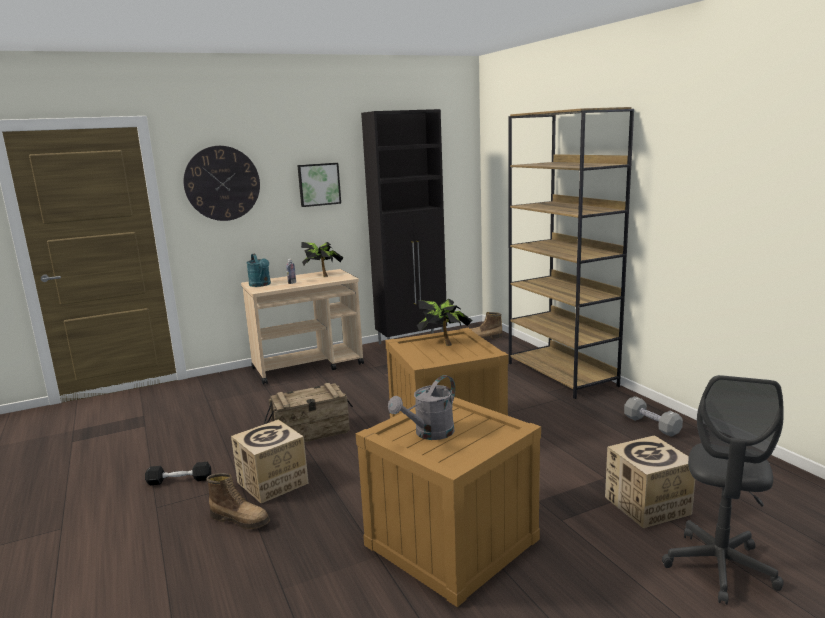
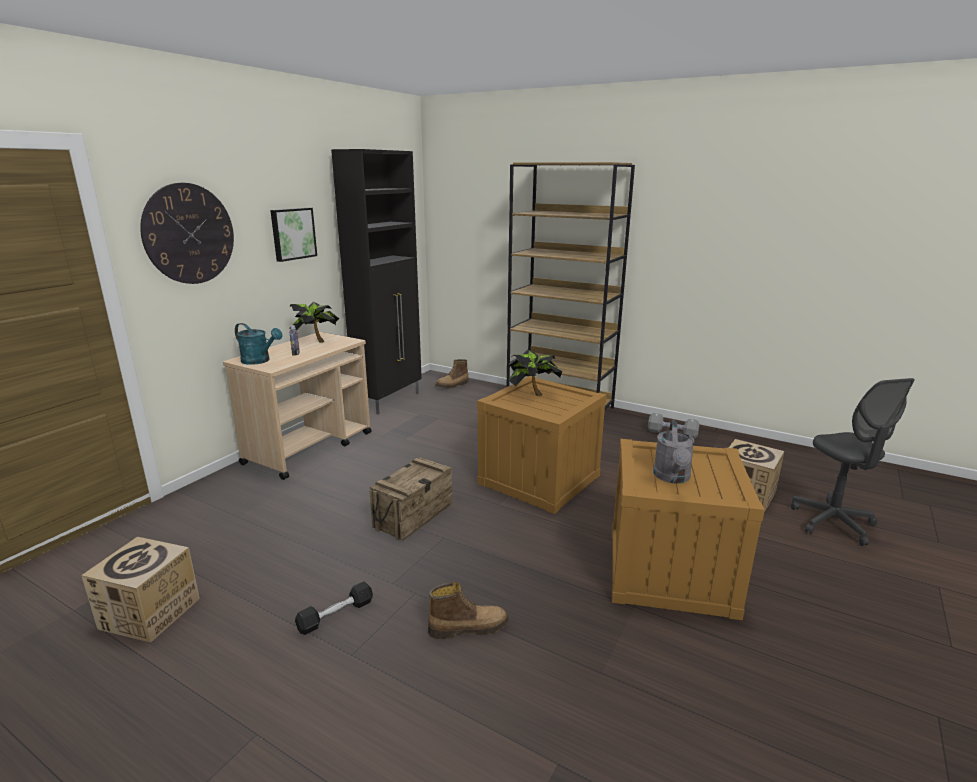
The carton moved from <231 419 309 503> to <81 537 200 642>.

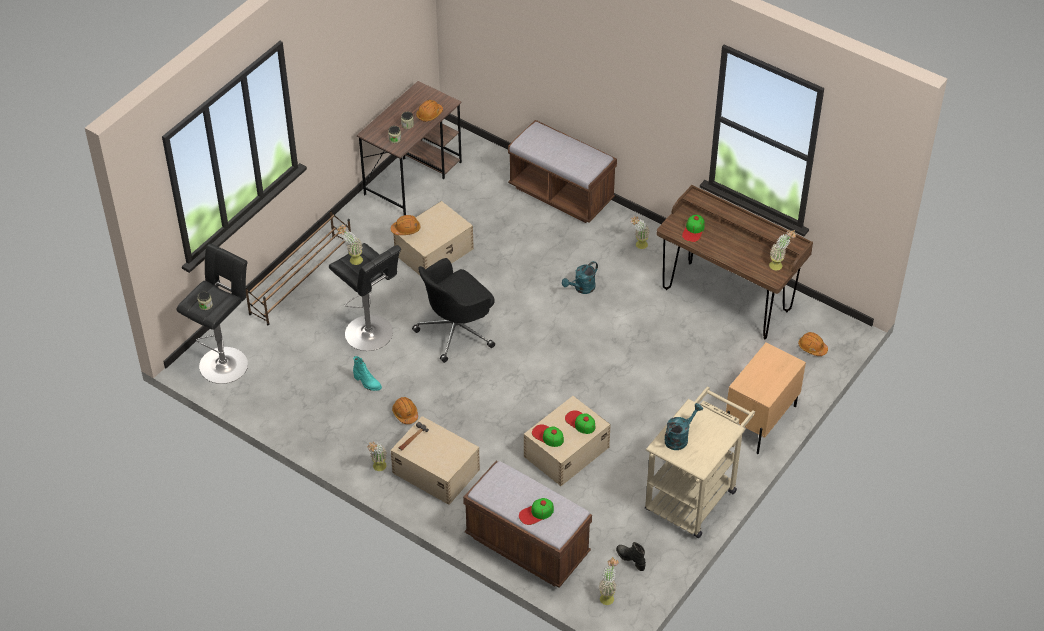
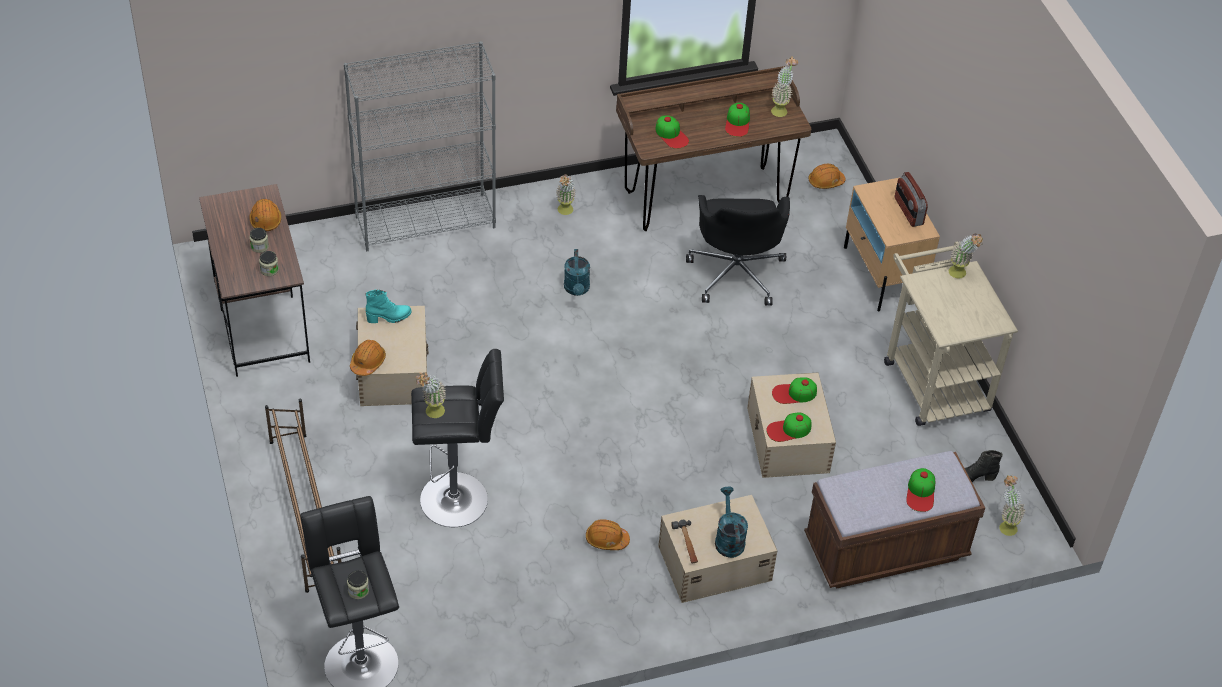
The turquoise tall boot moved from <353 356 382 391> to <366 290 412 323>. The houseplant moved from <367 441 387 471> to <948 234 983 279>. The blackish desk chair moved from <412 258 495 363> to <686 195 790 306>. The brownish bench at <508 120 617 223> was replaced by the greyish shelving unit at <344 41 496 251>. The turquoise watering can moved from <665 403 703 450> to <715 487 748 558>. The cap at <725 103 750 137> appeared. The radio receiver at <895 172 928 227> appeared.

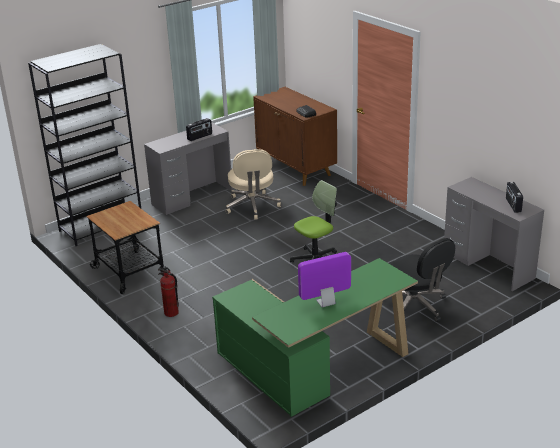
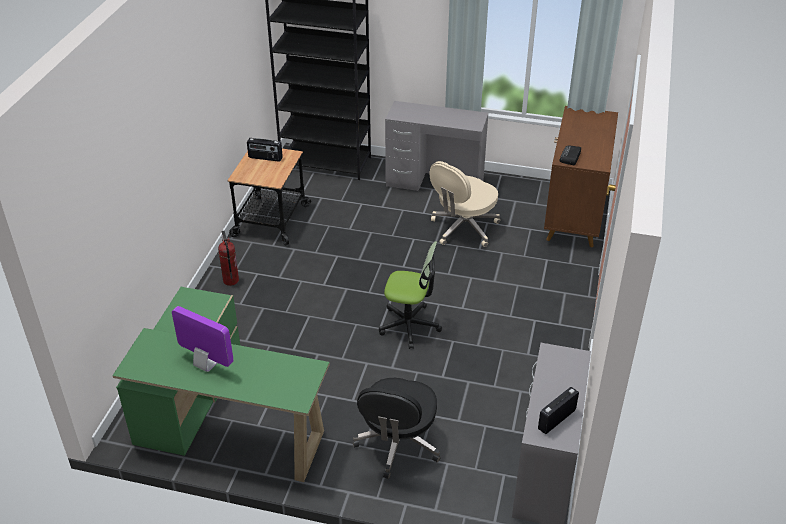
The radio receiver moved from <186 118 212 141> to <247 138 283 162>.

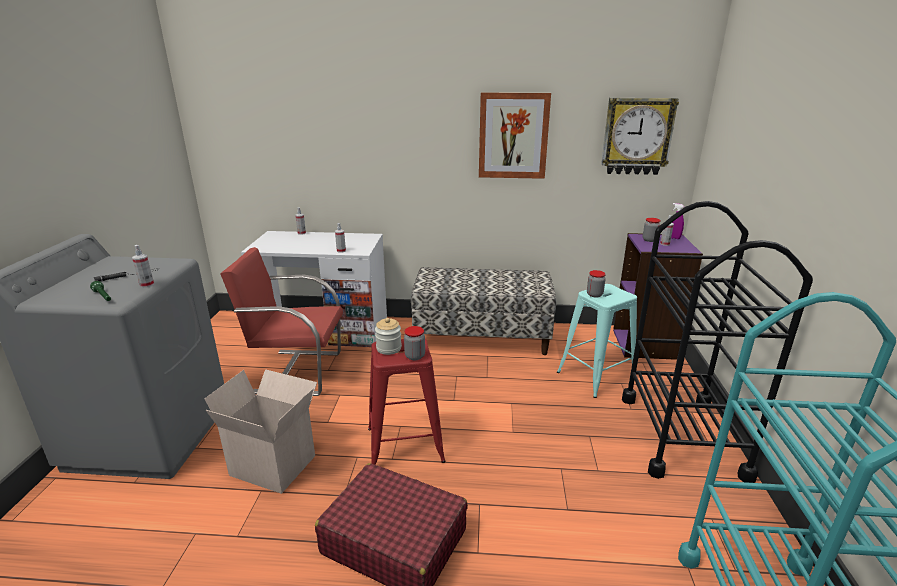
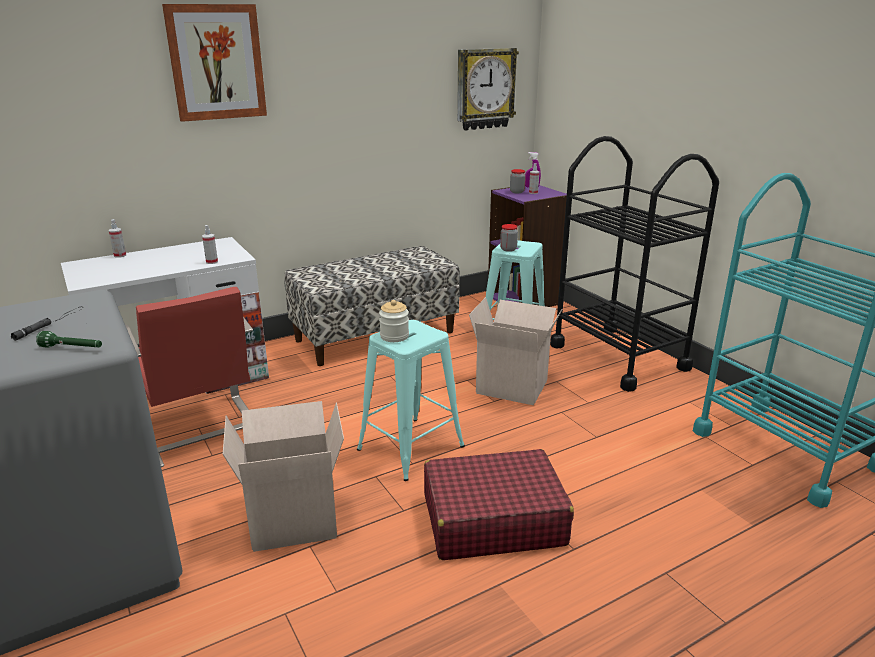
The sprayer at <132 245 154 288> disappeared. The red-coloured plain chair at <220 247 343 396> turned 90 degrees counterclockwise. The red-coloured sitting stool at <368 339 446 465> became the turquoise sitting stool at <357 320 465 481>. The jar at <404 326 425 360> disappeared. The wall art moved from <479 92 551 179> to <162 4 267 122>. The carton at <469 297 562 405> appeared.

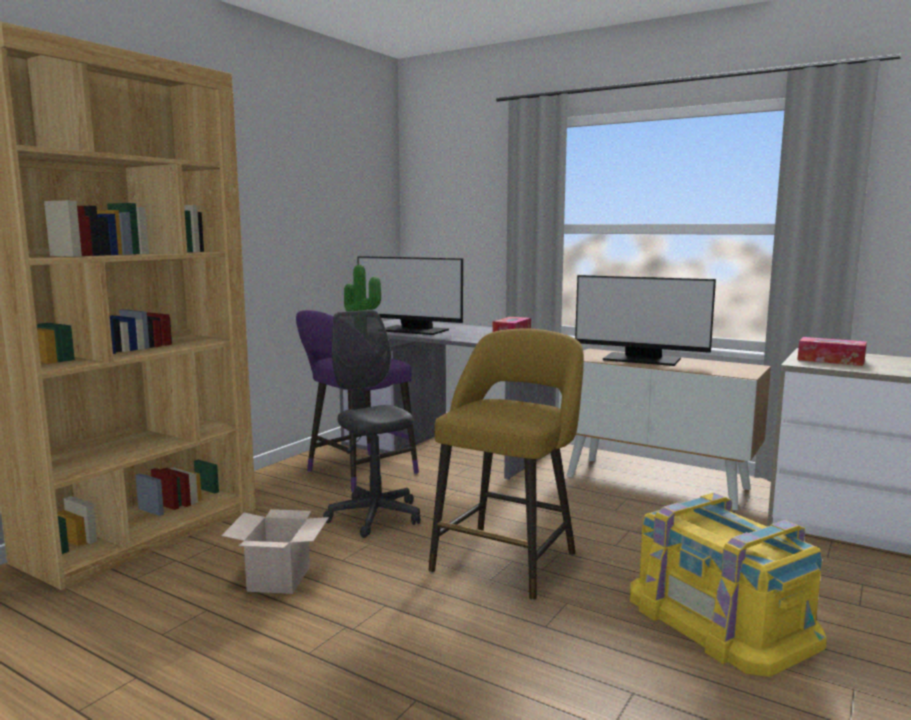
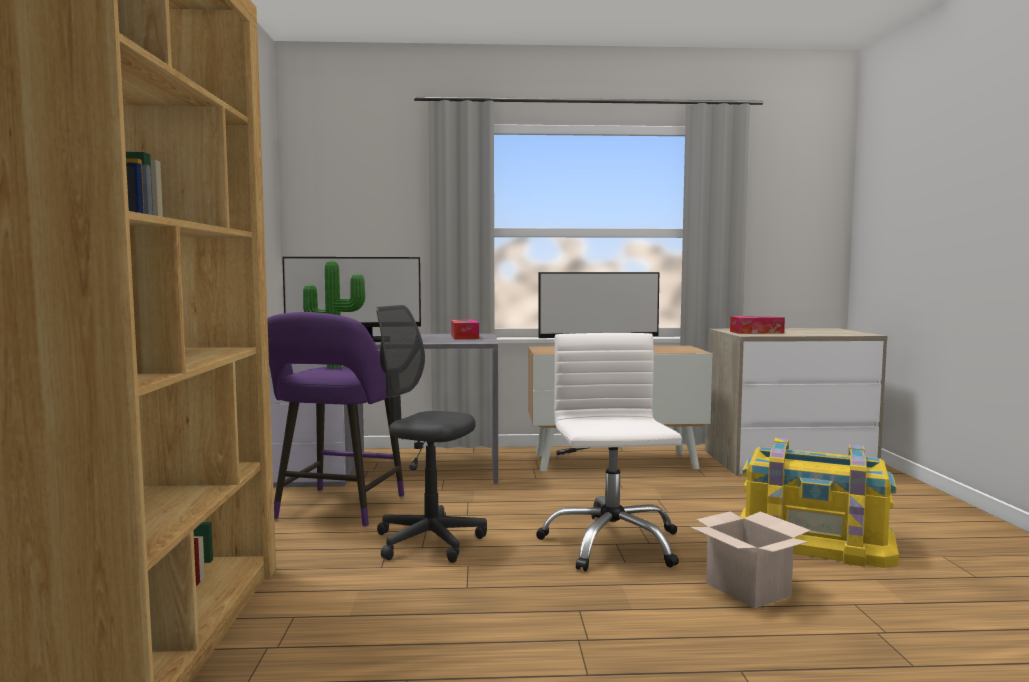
The carton moved from <221 509 329 594> to <690 511 811 609>. The yellow-coloured sitting stool at <428 329 584 601> was replaced by the whitish desk chair at <536 333 682 571>.

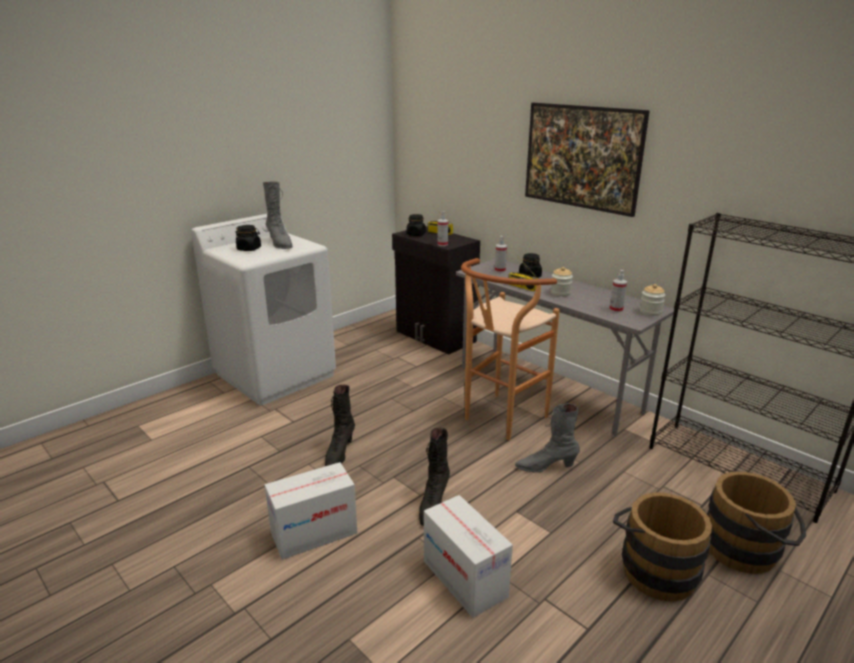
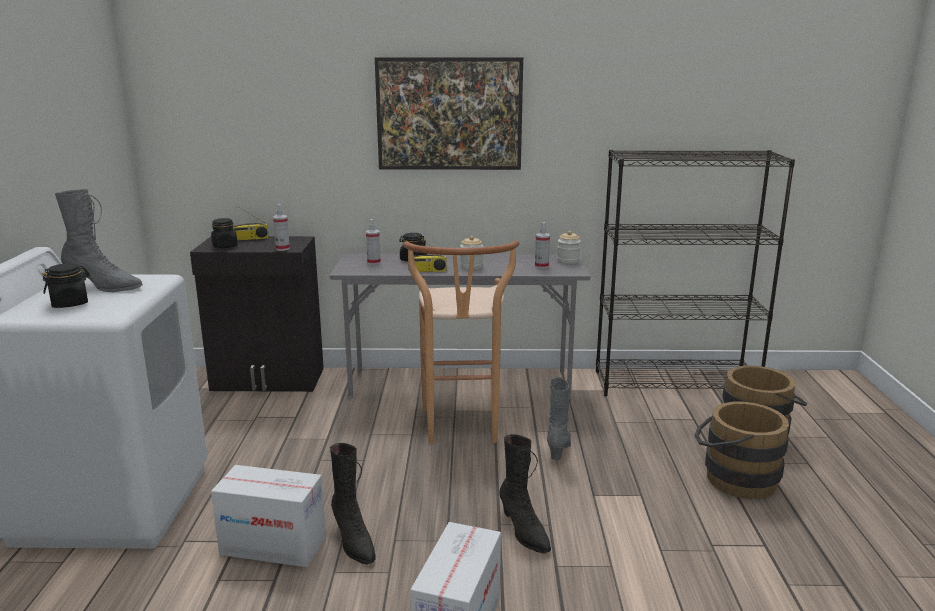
The carton moved from <424 495 513 618> to <211 465 326 567>. The greyish tall boot at <515 403 580 473> turned 150 degrees clockwise.

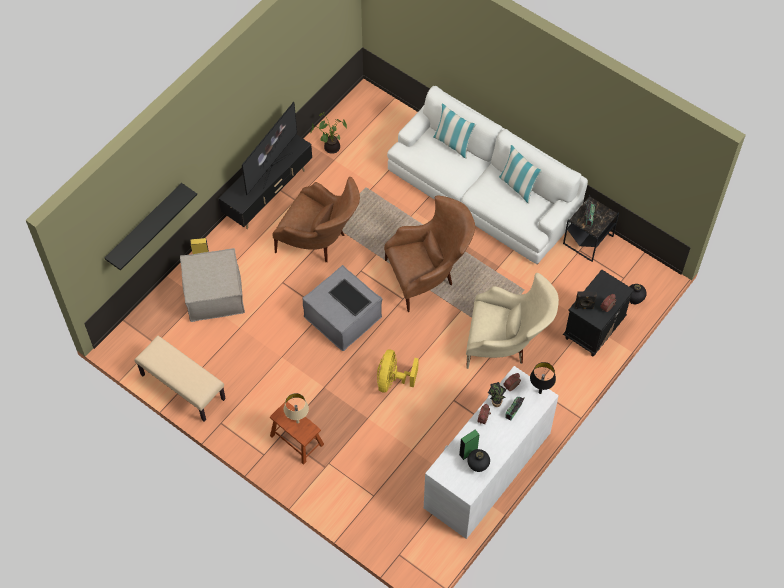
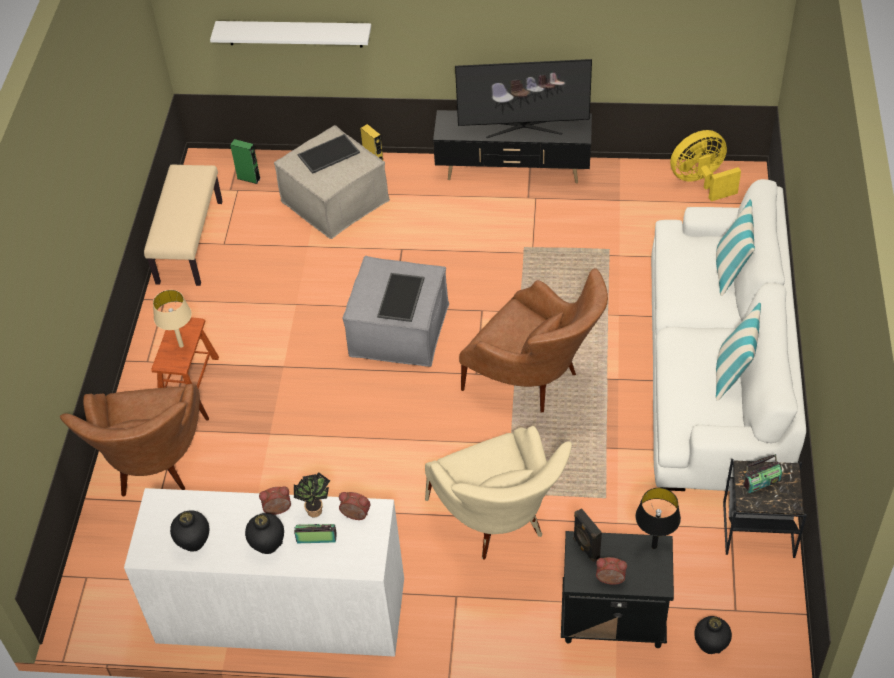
The blackish bracket shelf at <105 183 197 271> became the whitish bracket shelf at <210 21 371 48>. The brownish lounge chair moved from <273 177 360 262> to <60 384 209 497>. The houseplant at <310 112 347 154> disappeared. The yellow-coloured fan moved from <377 350 419 393> to <670 130 741 201>. The green-coloured audio speaker moved from <459 430 479 460> to <230 139 261 184>. The blackish lamp for a table moved from <530 362 556 394> to <635 488 681 549>. The blackish vase at <245 513 284 554> appeared. The tray at <298 134 360 174> appeared.

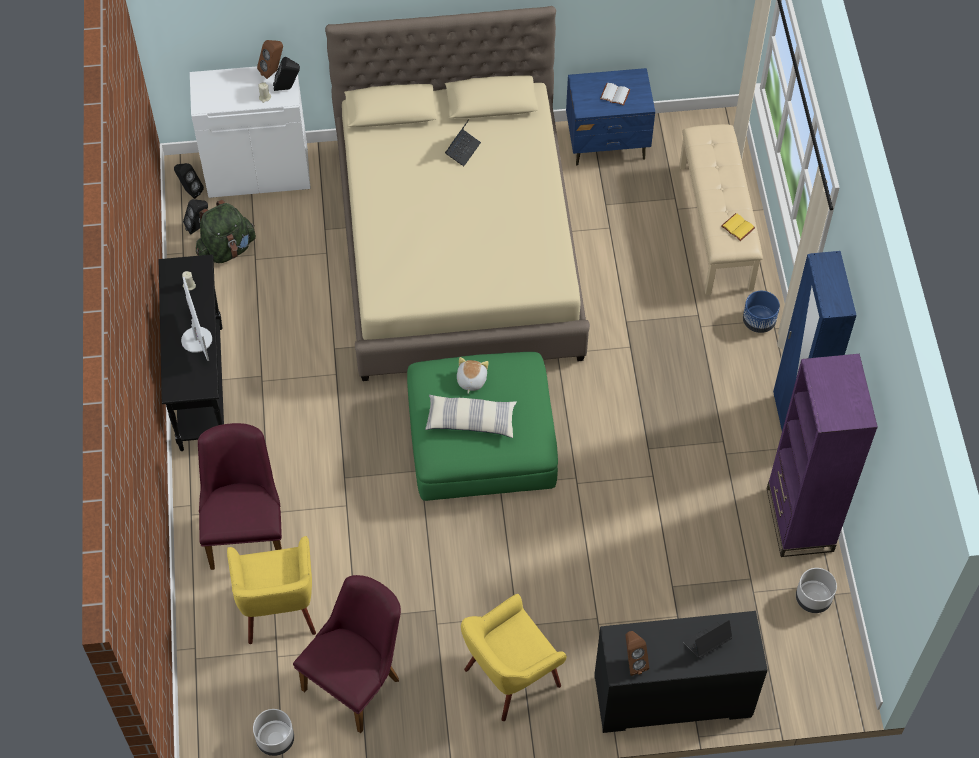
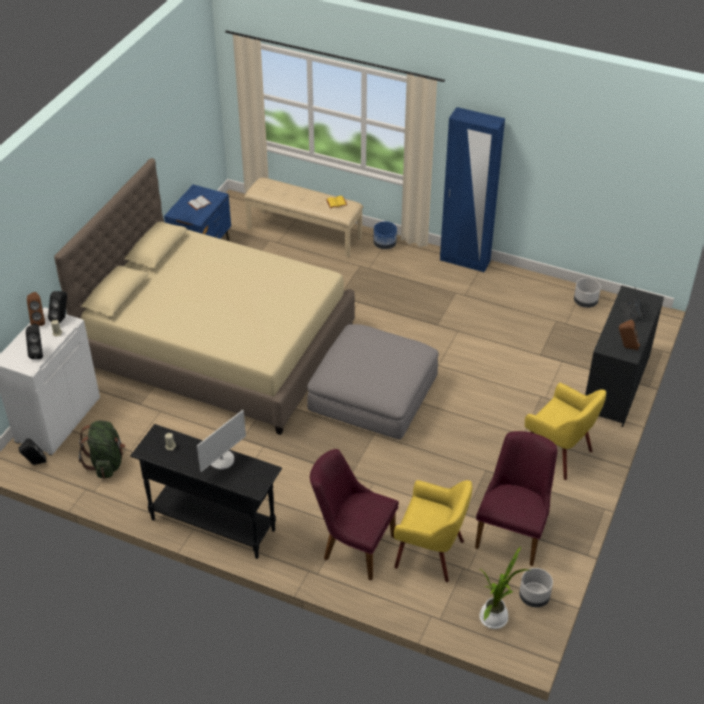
The computer screen at <181 277 212 361> turned 120 degrees clockwise. The blackish audio speaker moved from <183 199 208 235> to <26 324 43 359>. The purple-coloured plain chair at <293 575 401 733> turned 45 degrees clockwise. The green-coloured pouffe at <407 352 558 501> became the greyish pouffe at <307 324 439 440>. The pillow at <425 395 516 438> disappeared. The portable computer at <445 119 481 166> disappeared. The soft toy at <457 357 489 394> disappeared. The yellow-coloured lounge chair at <461 594 567 721> turned 45 degrees counterclockwise. The purple-coloured shelving unit at <767 354 878 557> disappeared. The houseplant at <479 546 528 629> appeared.

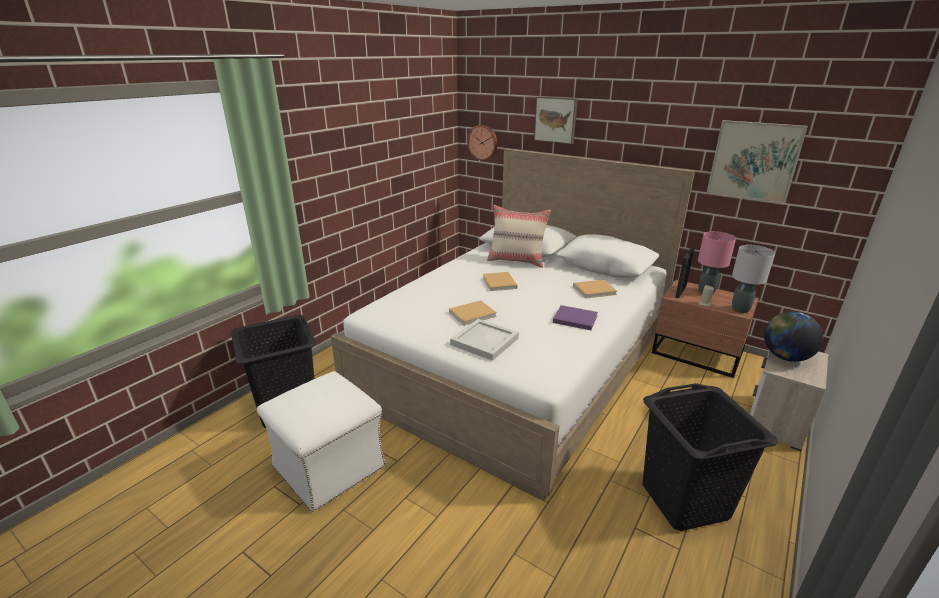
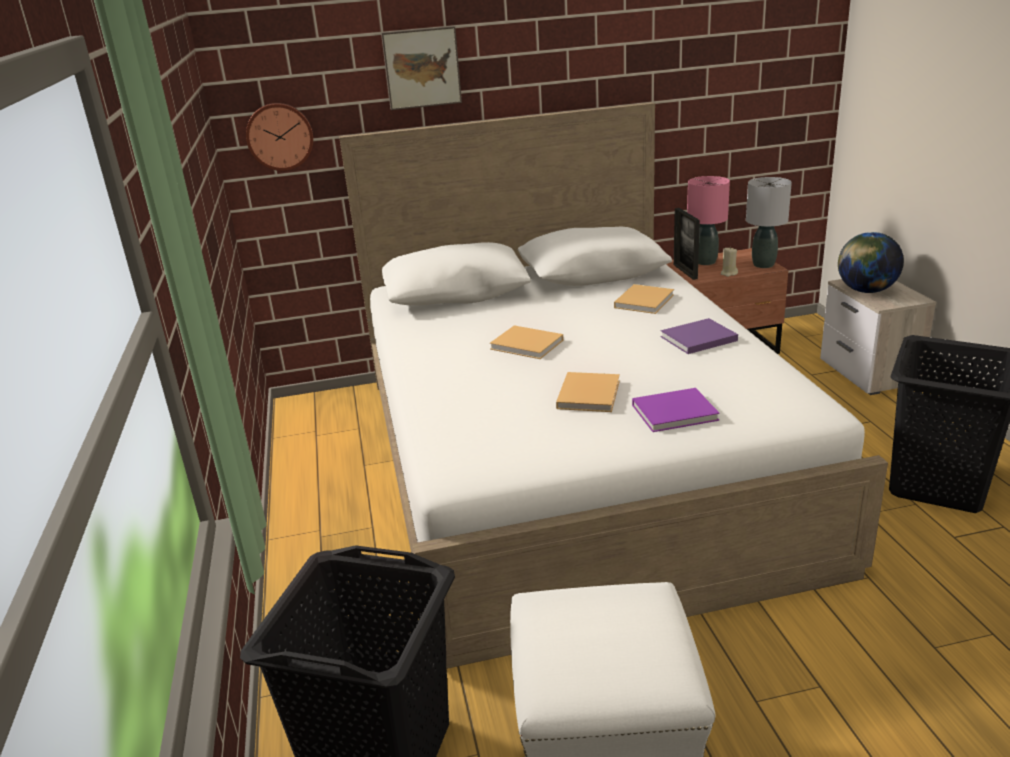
The whitish tray at <450 319 519 361> was replaced by the purple-coloured bound book at <632 388 720 432>. The beige pillow at <487 205 551 268> disappeared. The wall art at <707 120 808 203> disappeared.

